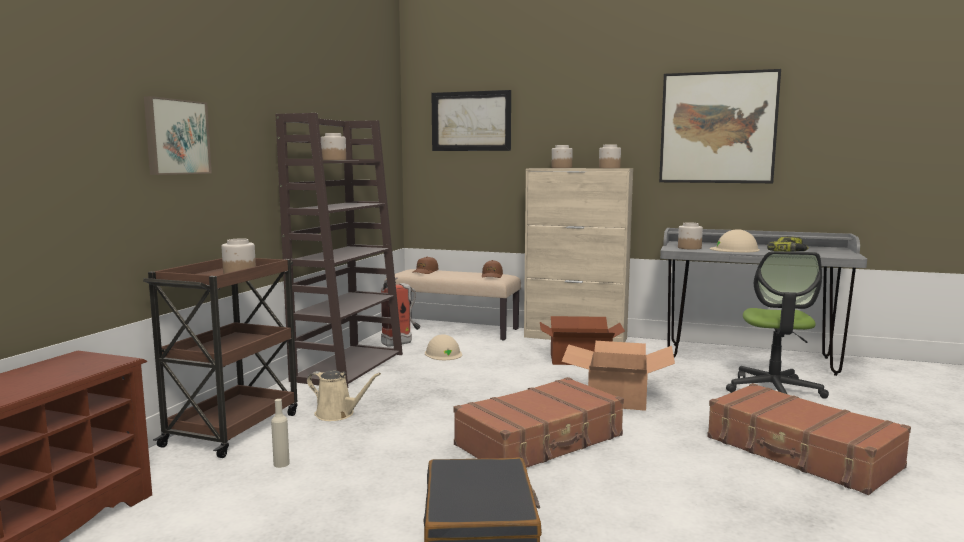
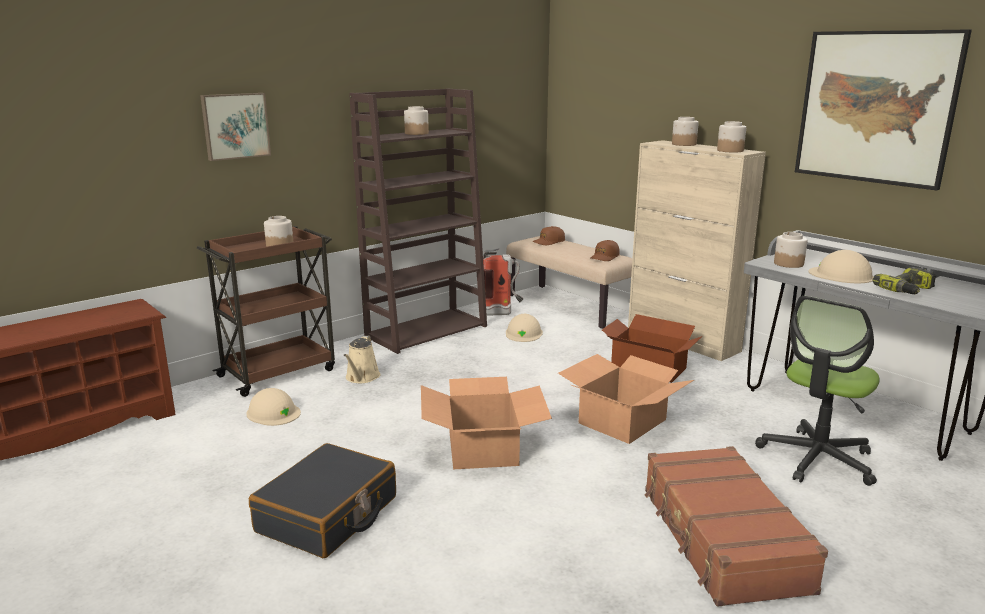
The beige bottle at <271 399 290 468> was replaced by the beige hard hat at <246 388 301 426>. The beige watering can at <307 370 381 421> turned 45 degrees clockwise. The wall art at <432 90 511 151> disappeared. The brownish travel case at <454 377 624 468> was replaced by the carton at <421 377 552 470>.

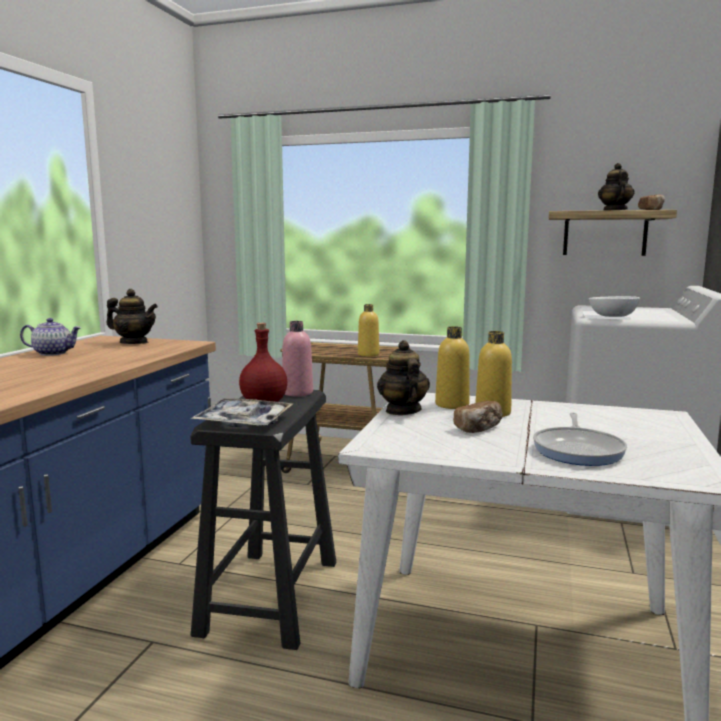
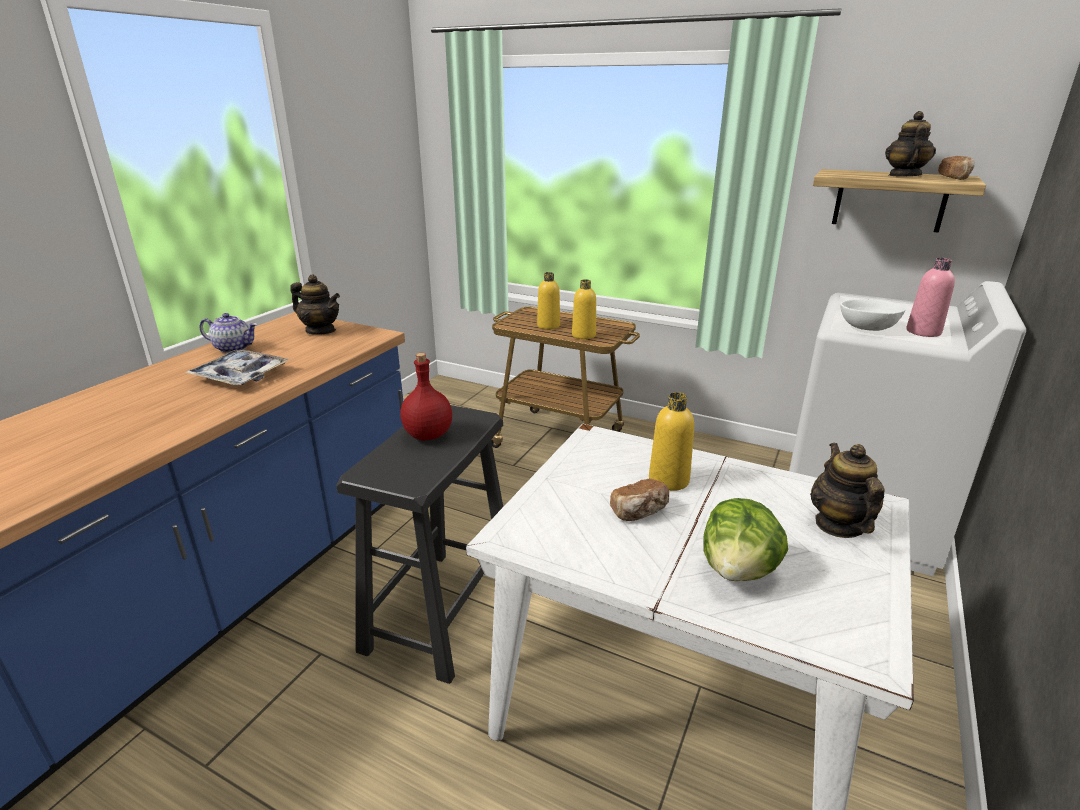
The tray moved from <191 398 294 427> to <185 350 290 385>. The pink-coloured bottle moved from <282 321 313 396> to <906 258 955 337>. The teapot moved from <377 340 430 415> to <810 443 884 538>. The yellow-coloured bottle moved from <435 326 470 409> to <537 272 560 330>. The pan at <533 413 627 466> was replaced by the lettuce at <703 498 788 581>.

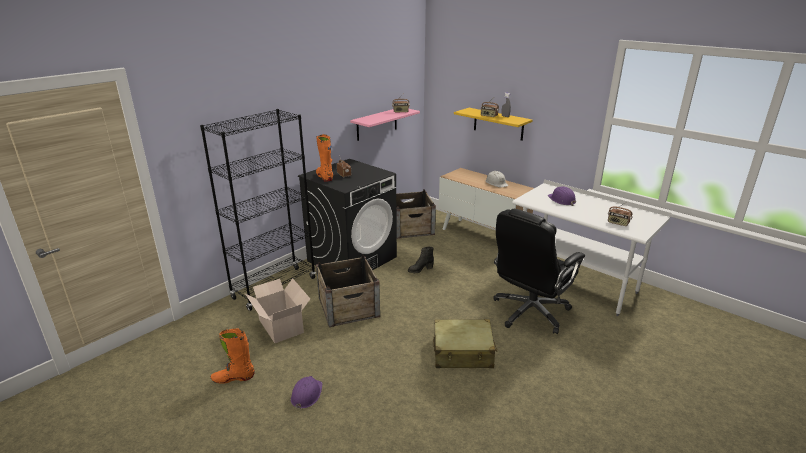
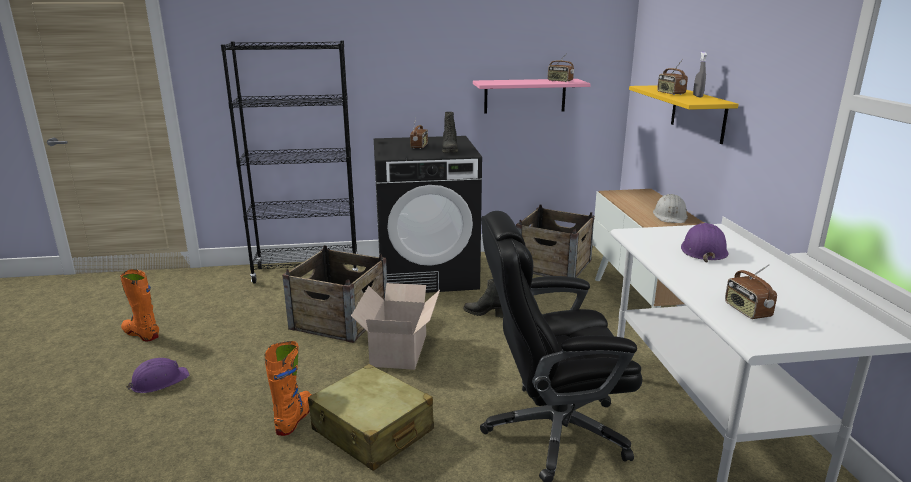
The carton moved from <245 279 310 343> to <351 283 440 370>. The orangey tall boot moved from <316 134 333 182> to <264 341 312 436>. The blackish tall boot at <442 112 458 153> appeared.

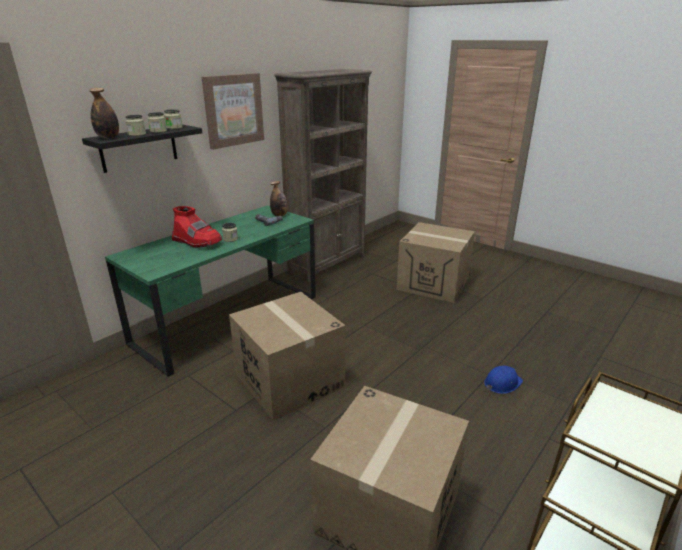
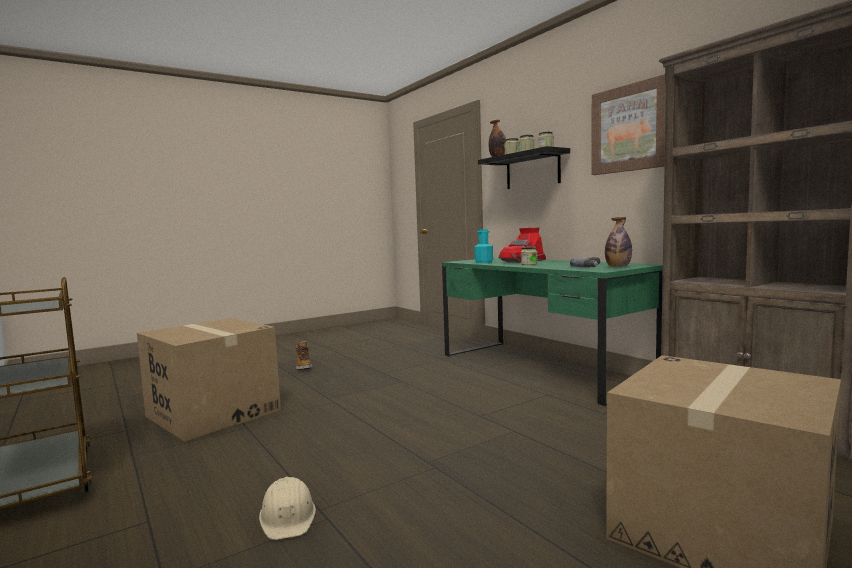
The carton at <229 292 346 420> disappeared. The blue hard hat at <484 366 523 394> became the beige hard hat at <259 477 316 540>. The tall boot at <295 341 312 370> appeared. The turquoise bottle at <474 229 493 263> appeared.

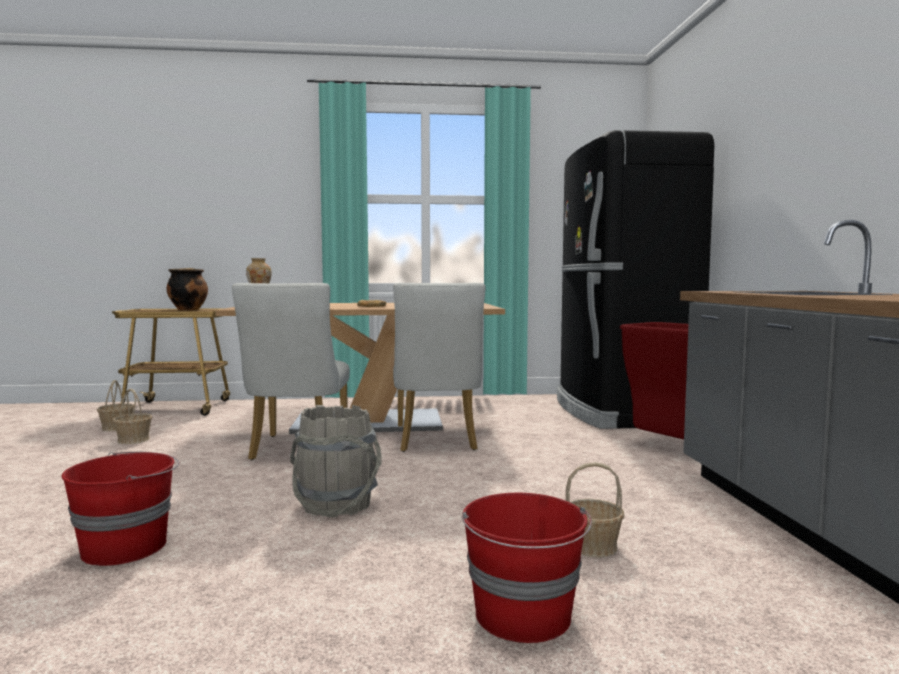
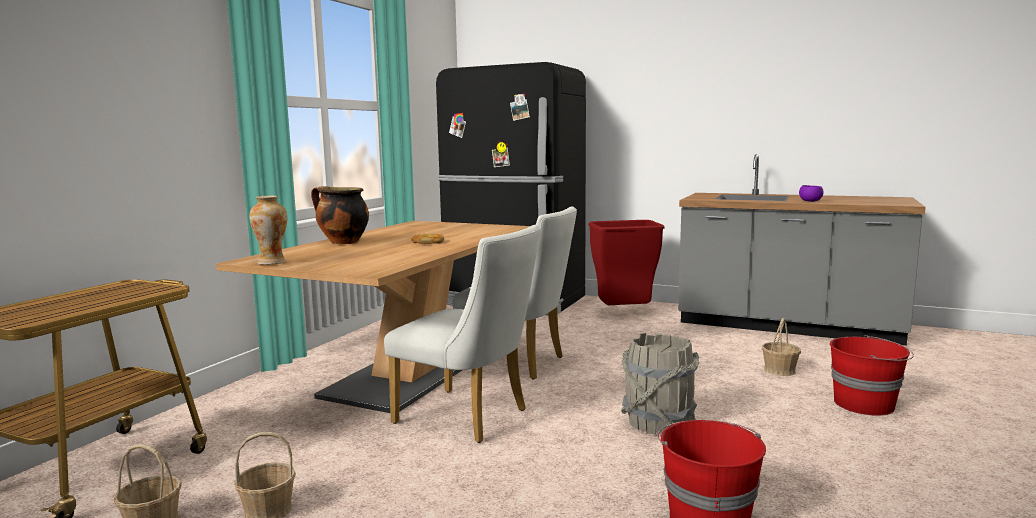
The cooking pot moved from <167 268 208 311> to <311 186 369 244>. The purple-coloured bowl at <799 185 823 202> appeared.

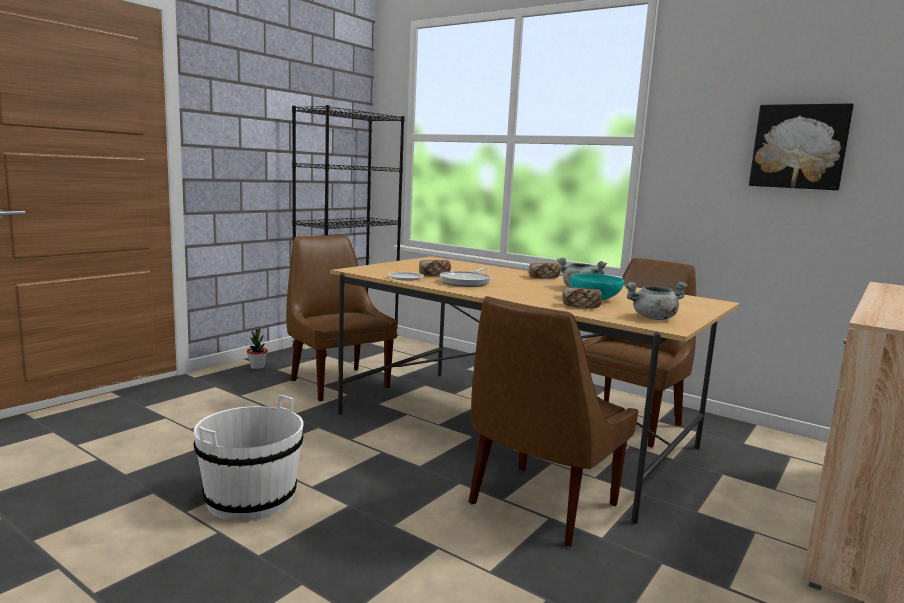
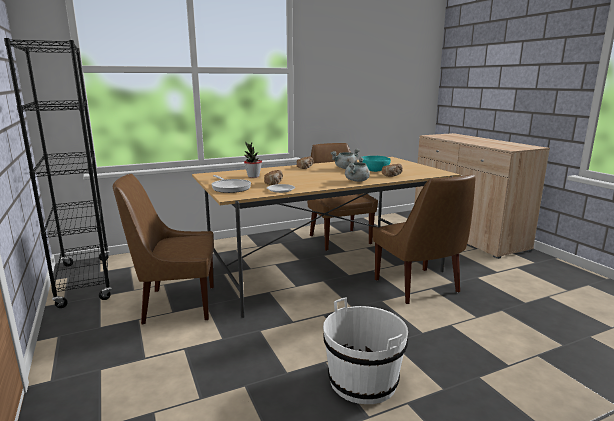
The houseplant moved from <247 327 268 369> to <244 142 262 178>. The pan moved from <440 267 491 287> to <211 175 251 193>. The greyish cooking pot moved from <624 282 688 320> to <345 157 370 182>. The wall art at <749 103 854 190> disappeared.

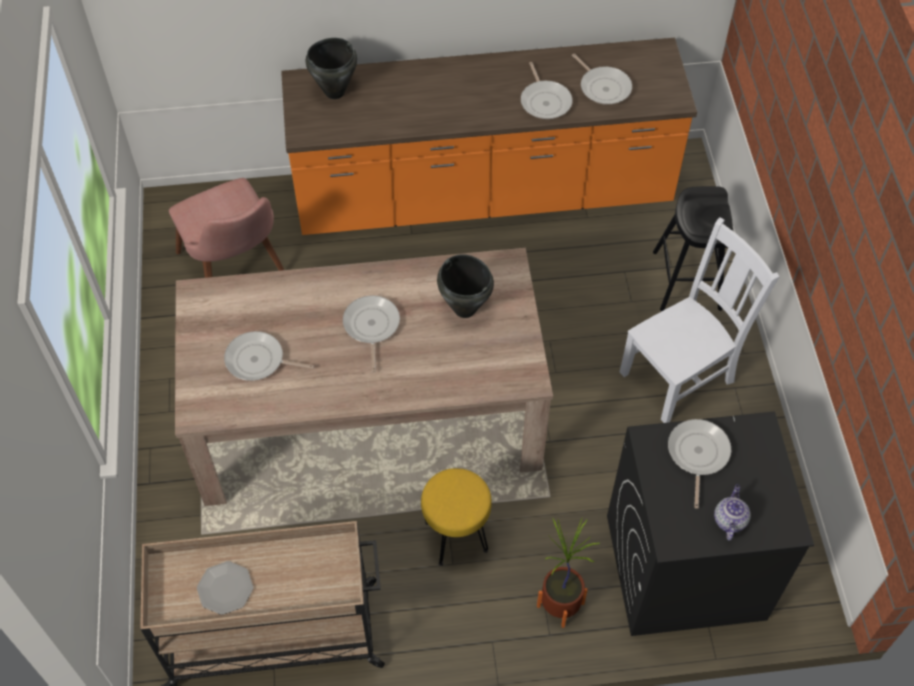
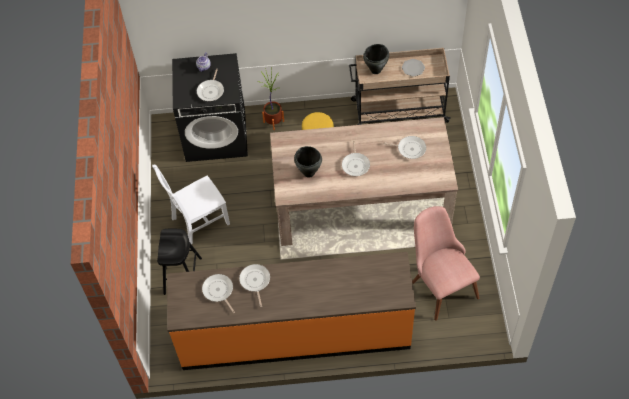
The blackish cooking pot moved from <305 38 357 99> to <363 44 389 74>.

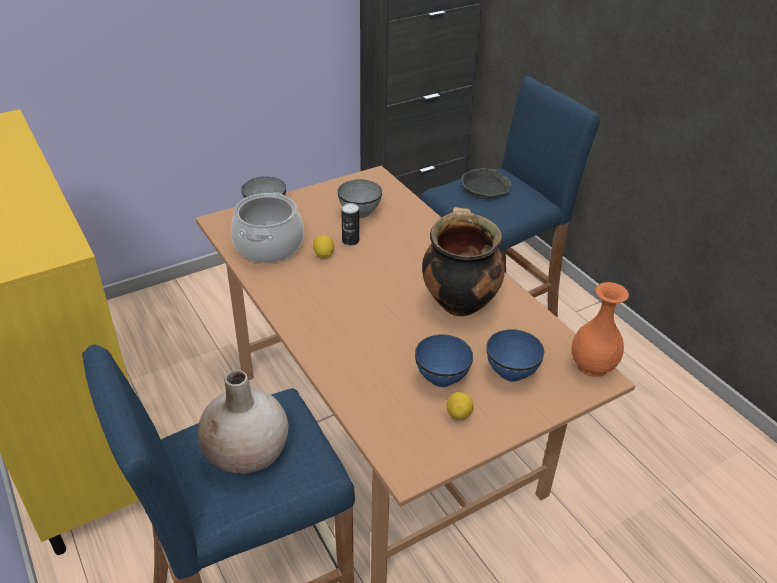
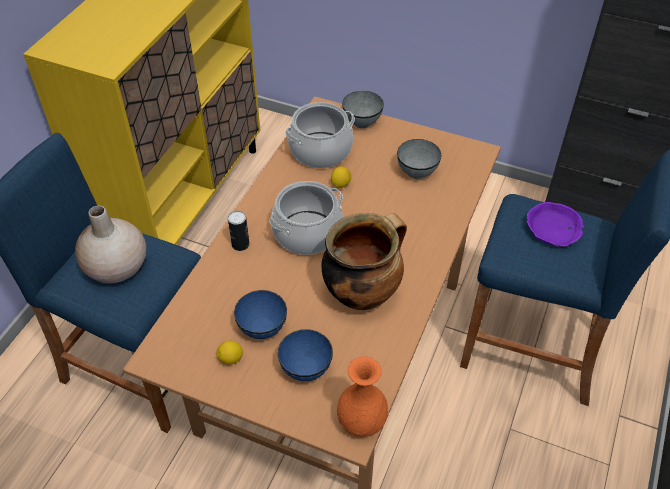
The can moved from <341 203 359 245> to <228 211 249 251>. The greyish bowl at <462 168 511 200> became the purple-coloured bowl at <527 202 584 247>. The cooking pot at <269 181 343 255> appeared.

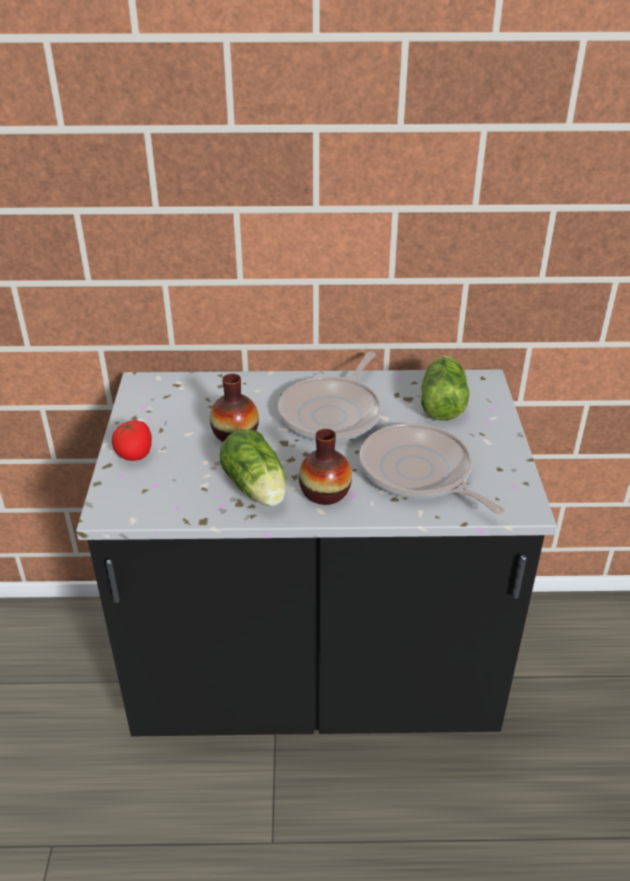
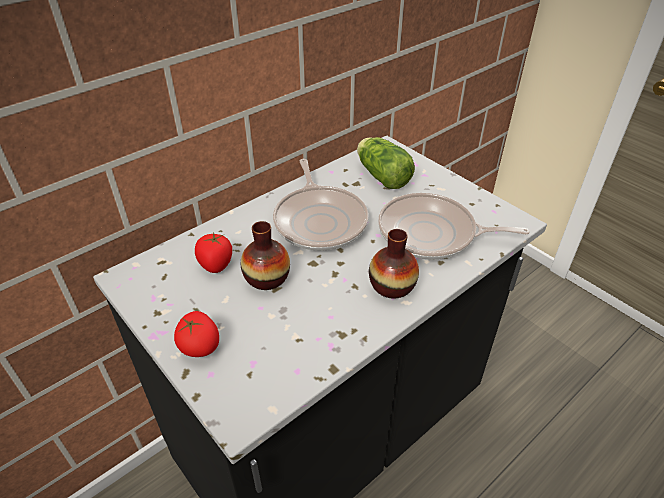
The lettuce at <220 429 286 506> disappeared. The whole tomato at <195 232 232 273> appeared.

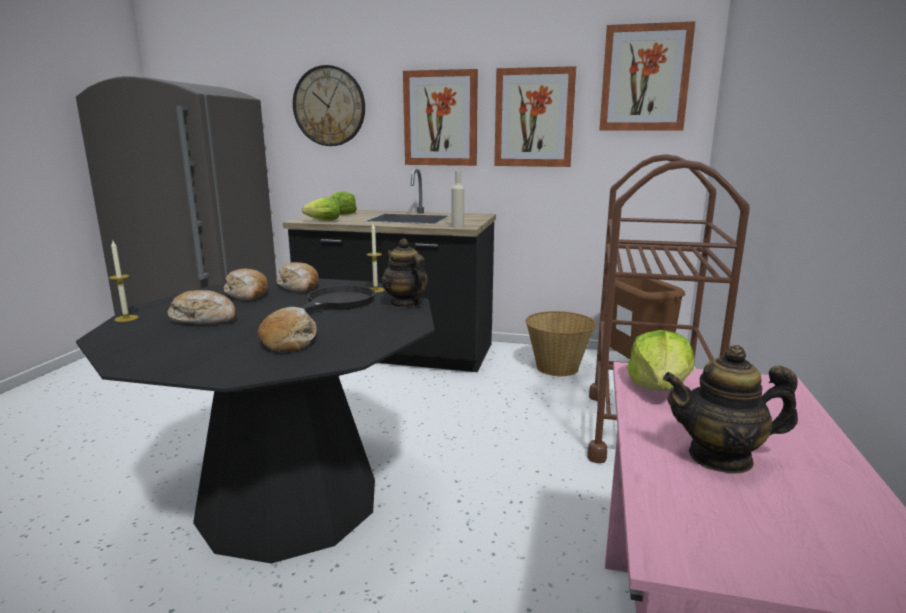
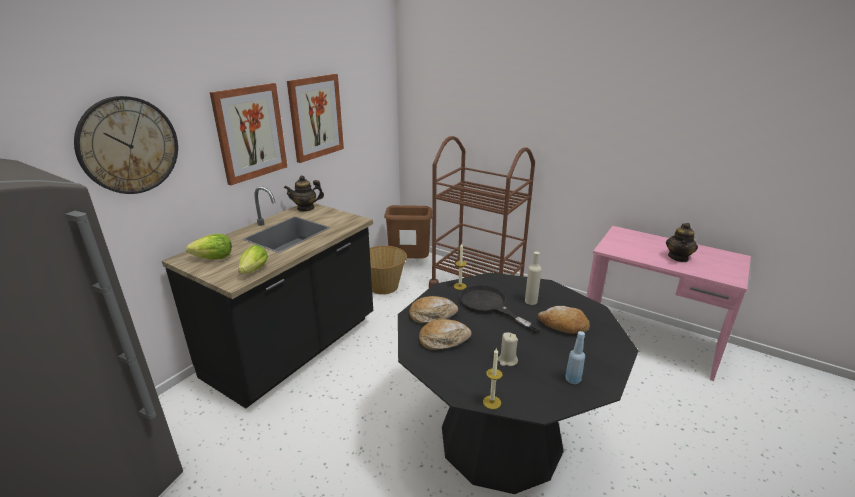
The baked bread at <168 290 236 324> was replaced by the beige wax light at <498 332 518 366>. The teapot moved from <382 239 428 308> to <284 176 324 212>. The beige bottle moved from <452 171 464 228> to <525 251 542 305>. The wall art at <600 21 696 130> disappeared. The lettuce at <627 330 695 391> disappeared. The blue bottle at <565 331 585 384> appeared.

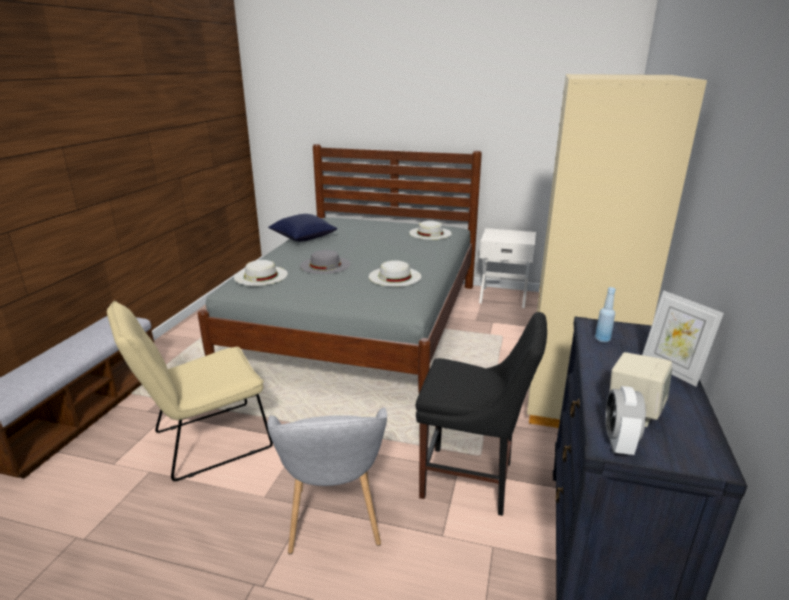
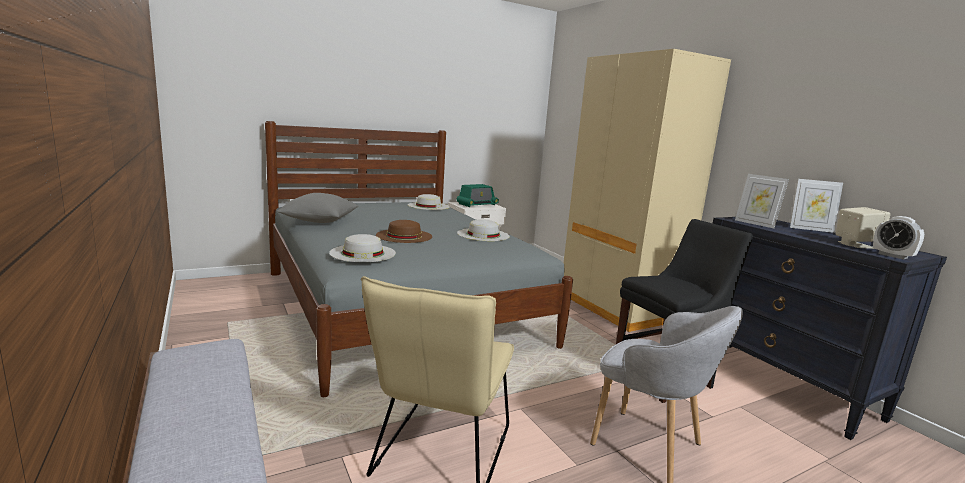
The blue pillow at <268 214 337 242> became the greyish pillow at <277 193 358 223>. The greyish wearable hat at <300 250 350 274> became the brownish wearable hat at <376 220 432 243>. The blue bottle at <595 287 615 343> was replaced by the photo frame at <735 174 789 228>. The radio receiver at <456 184 499 207> appeared.

